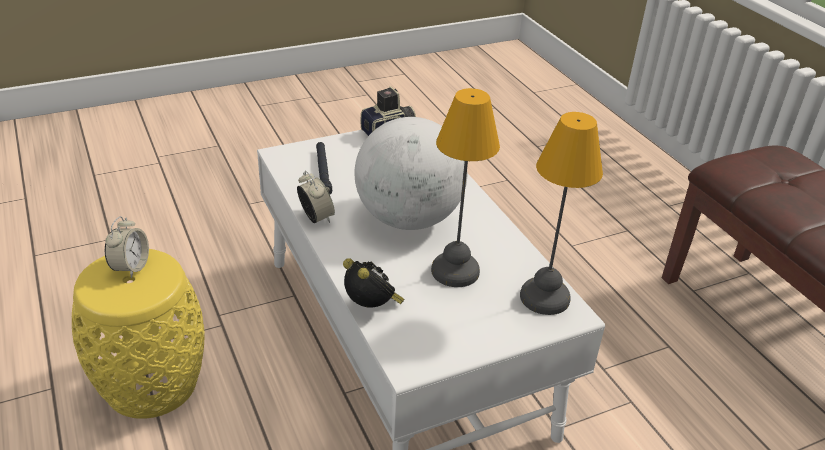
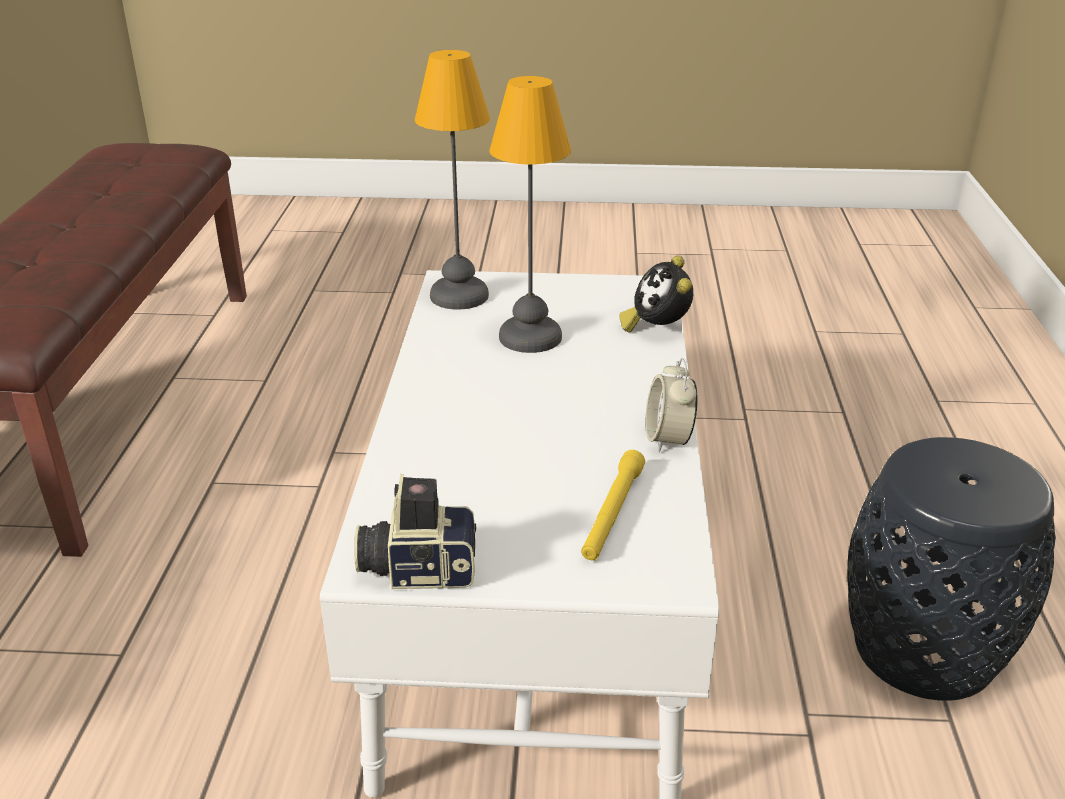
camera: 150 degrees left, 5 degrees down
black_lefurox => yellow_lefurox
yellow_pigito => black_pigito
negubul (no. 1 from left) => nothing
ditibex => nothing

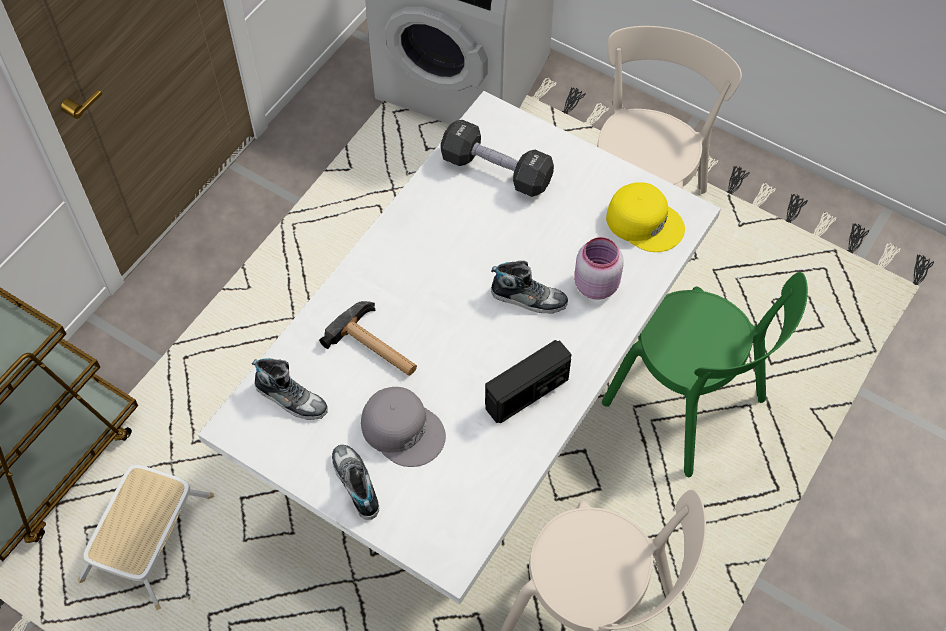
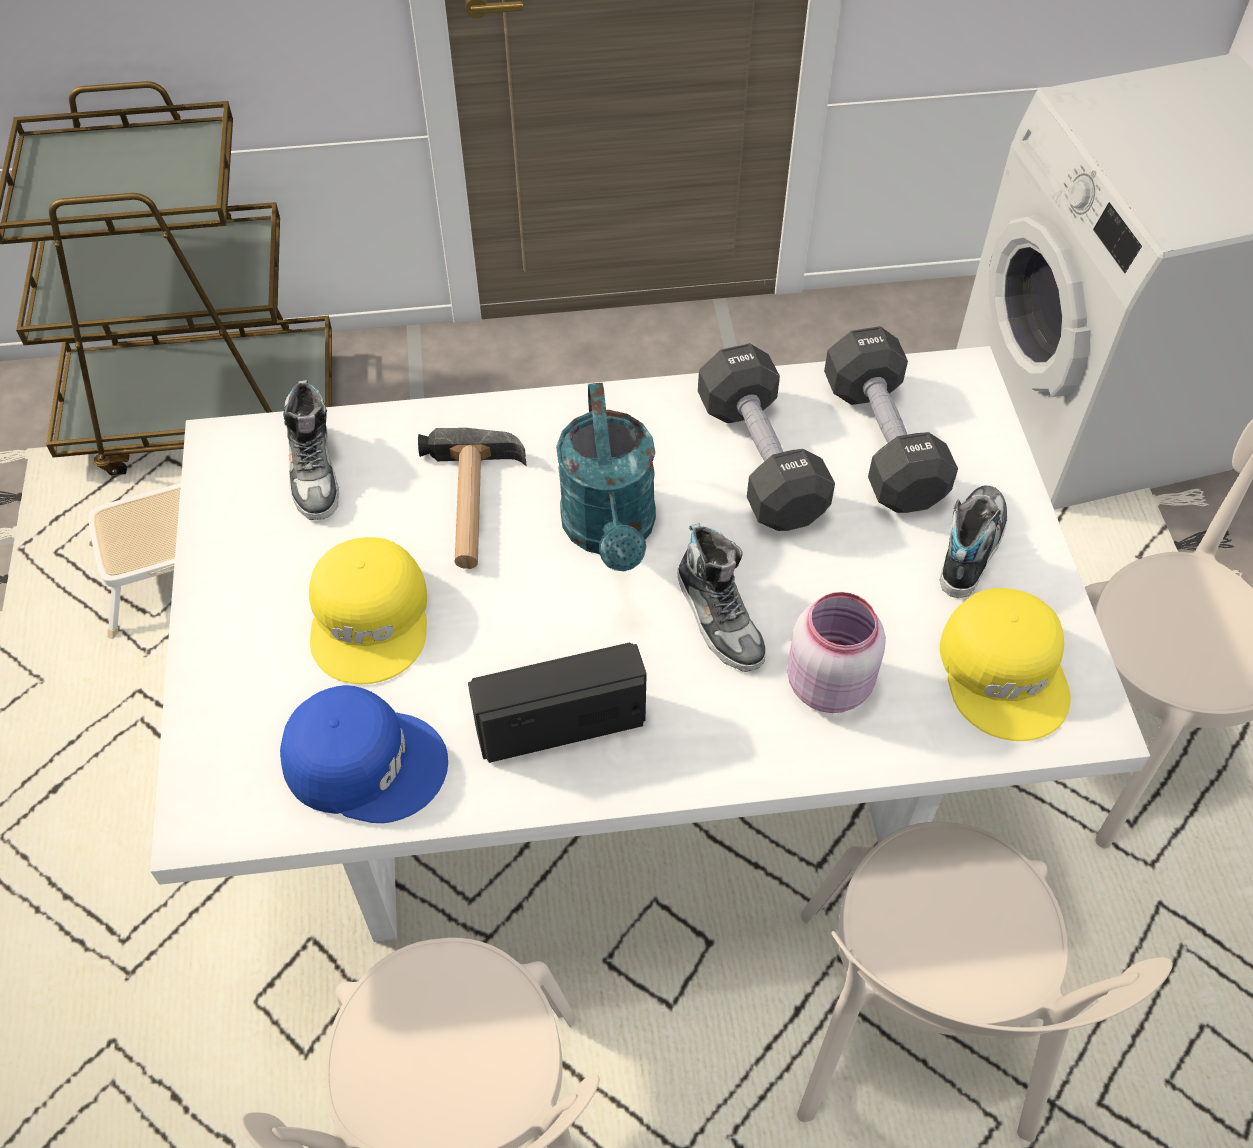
camera: 50 degrees right, 5 degrees down
nothing => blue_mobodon
grey_mobodon => yellow_mobodon (no. 1 from left)
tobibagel, 150 degrees clockwise
nothing => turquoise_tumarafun
nothing => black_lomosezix (no. 1 from left)
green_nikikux => beige_nikikux (no. 2 from left)
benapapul (no. 2 from left in the first image) => benapapul (no. 3 from left), relocated

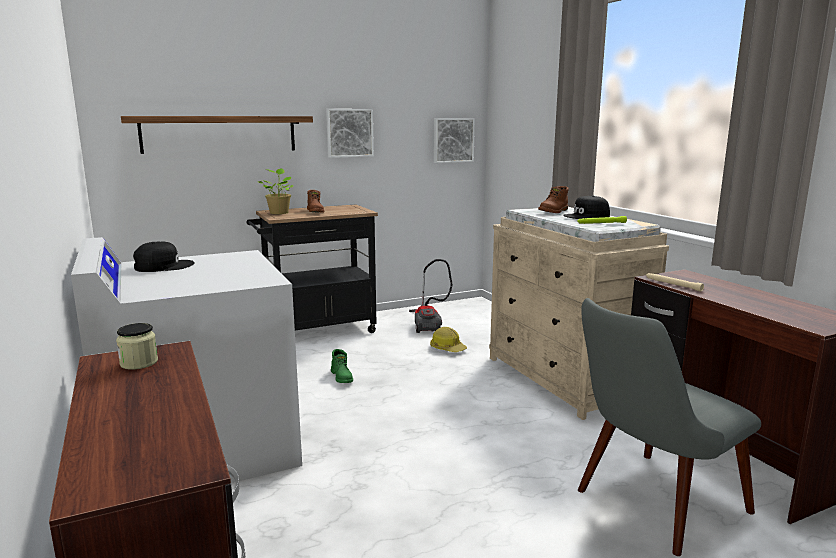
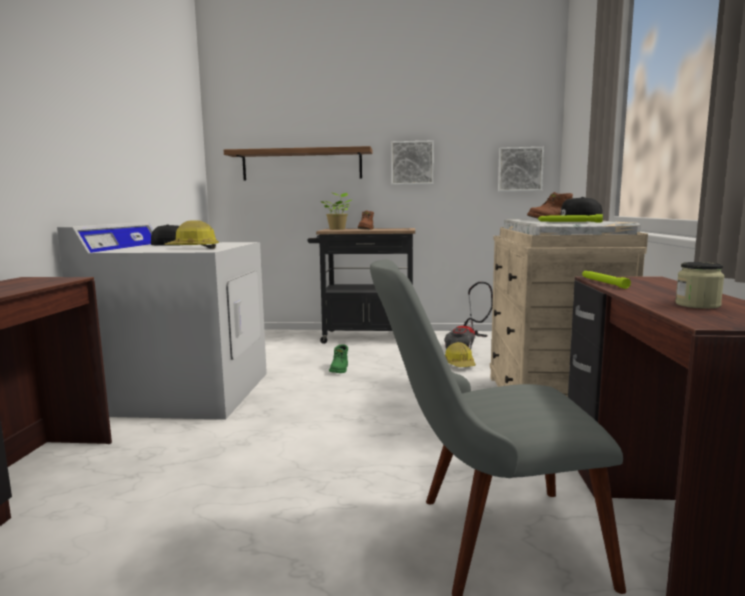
camera: 30 degrees right, 5 degrees down
nothing => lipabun (no. 1 from left)
beige_lefurox => green_lefurox (no. 2 from left)
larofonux, relocated

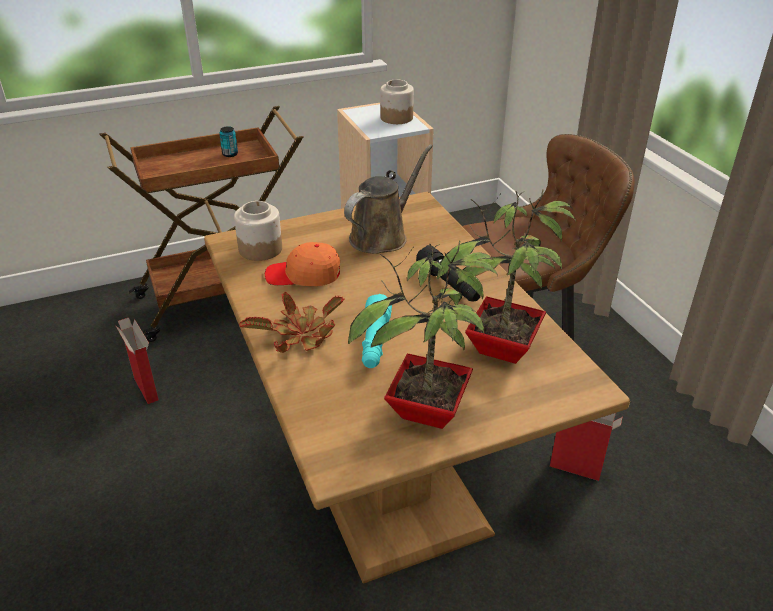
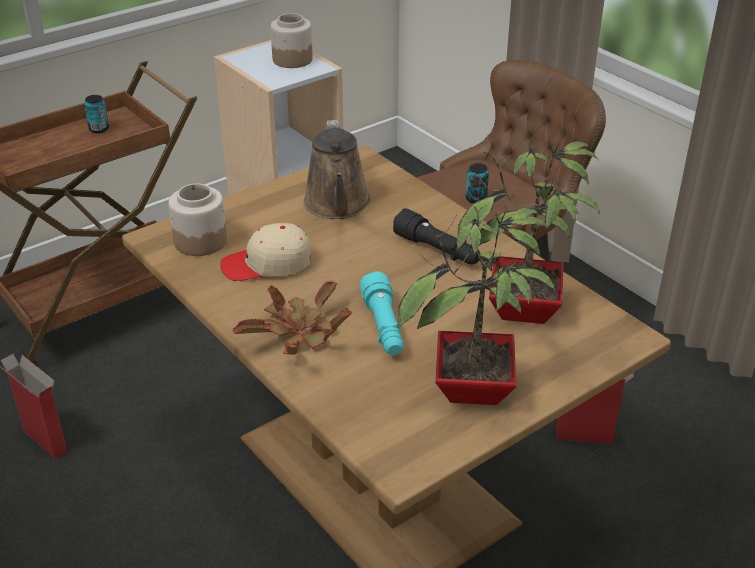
camera: 15 degrees left, 0 degrees up
orange_mobodon => beige_mobodon
brown_tumarafun, 150 degrees clockwise
nothing => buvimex (no. 2 from left)

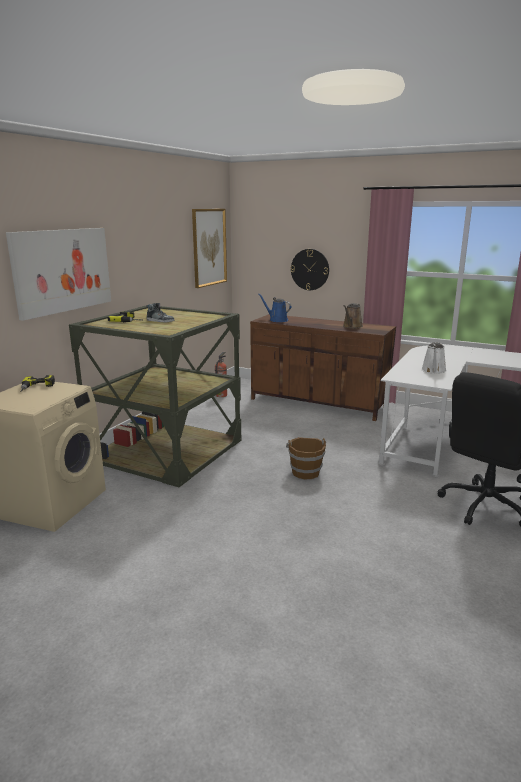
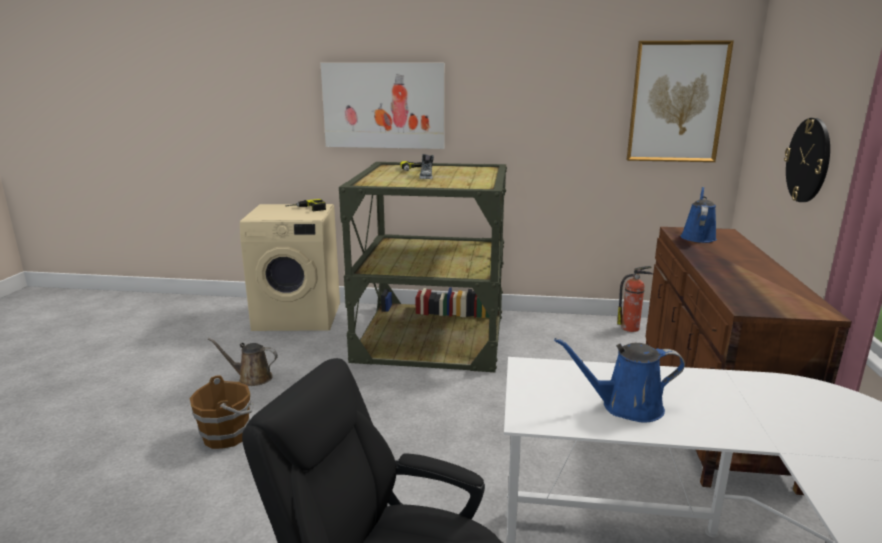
camera: 70 degrees right, 0 degrees up
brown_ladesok, relocated
brown_tumarafun, relocated
white_tumarafun => blue_tumarafun (no. 1 from left)

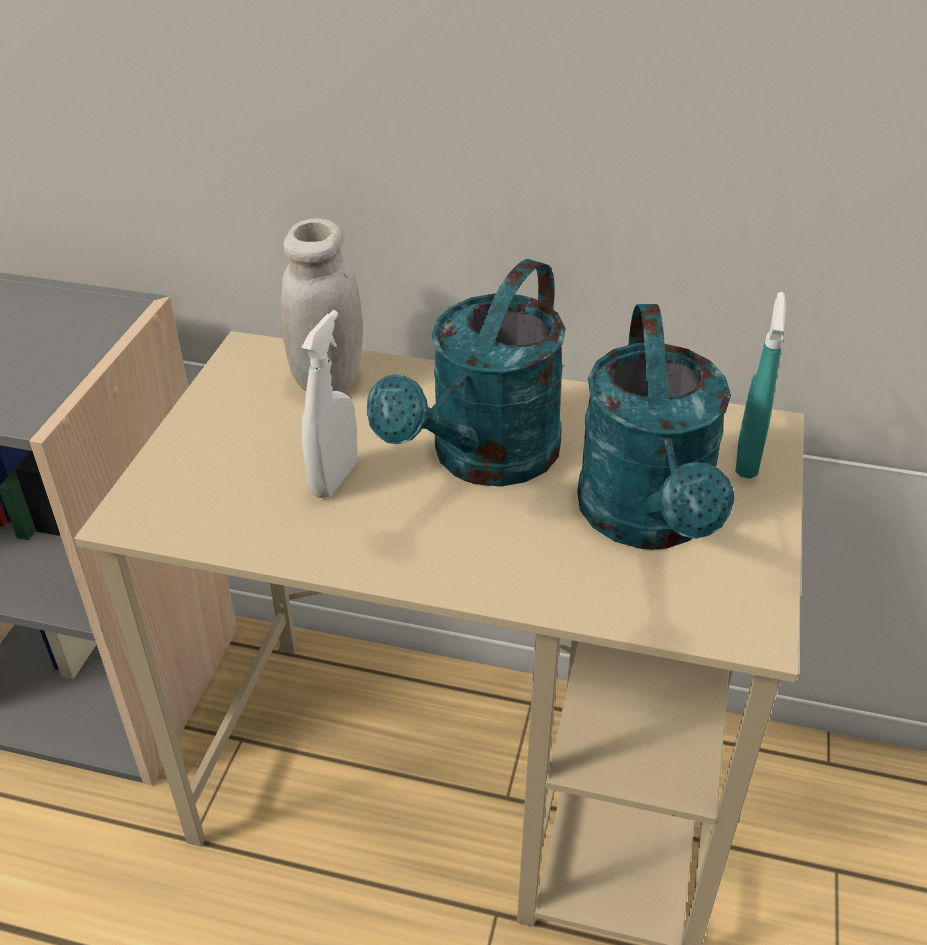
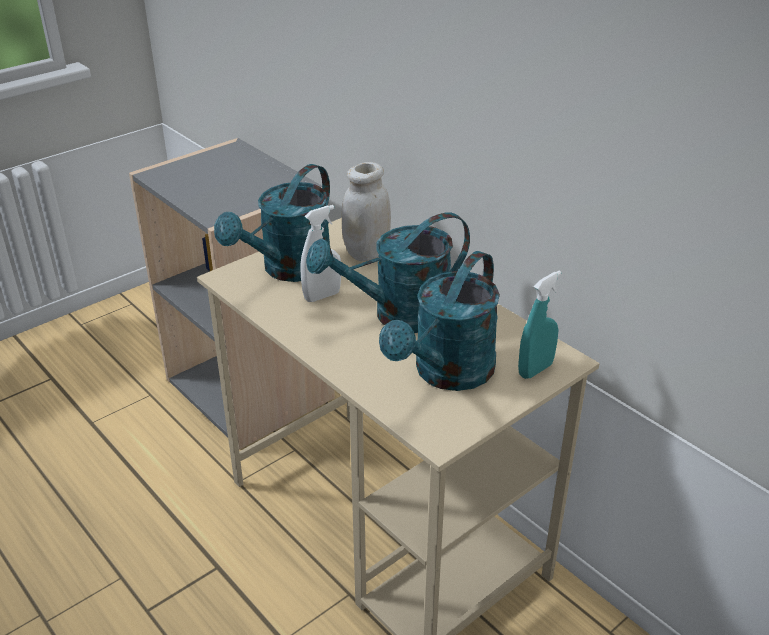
camera: 35 degrees right, 5 degrees down
nothing => turquoise_tumarafun (no. 1 from left)

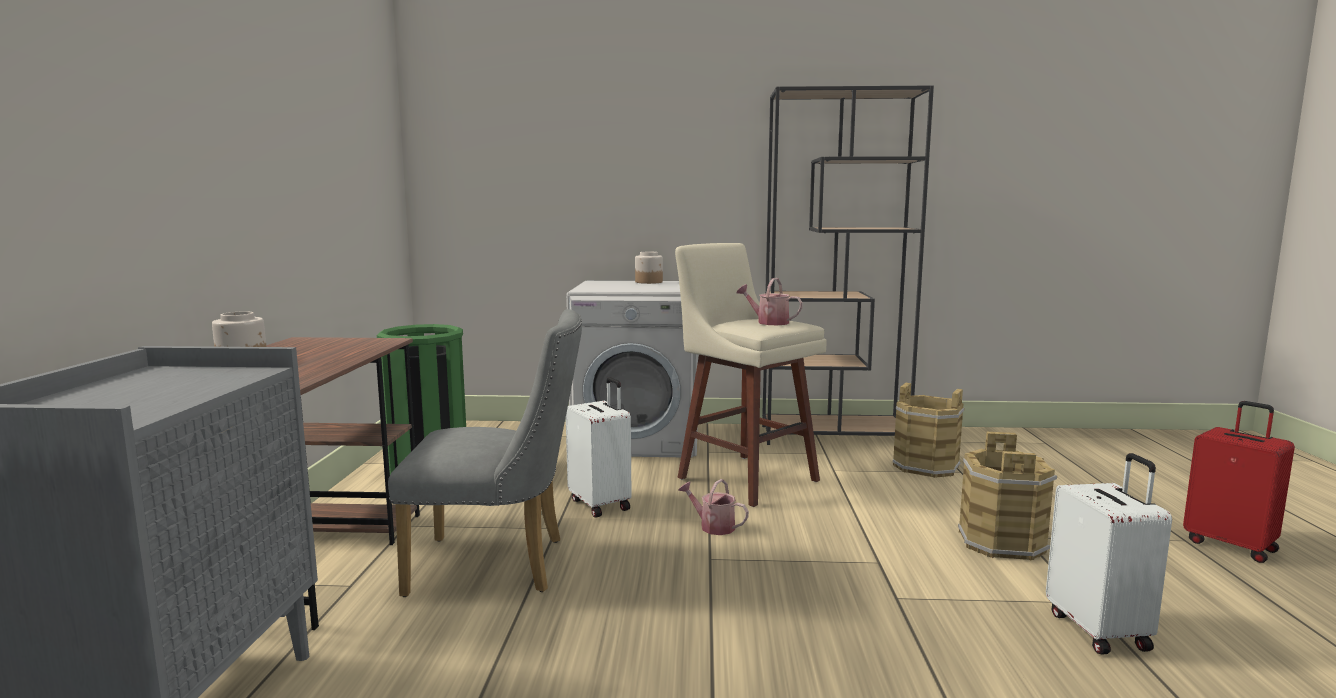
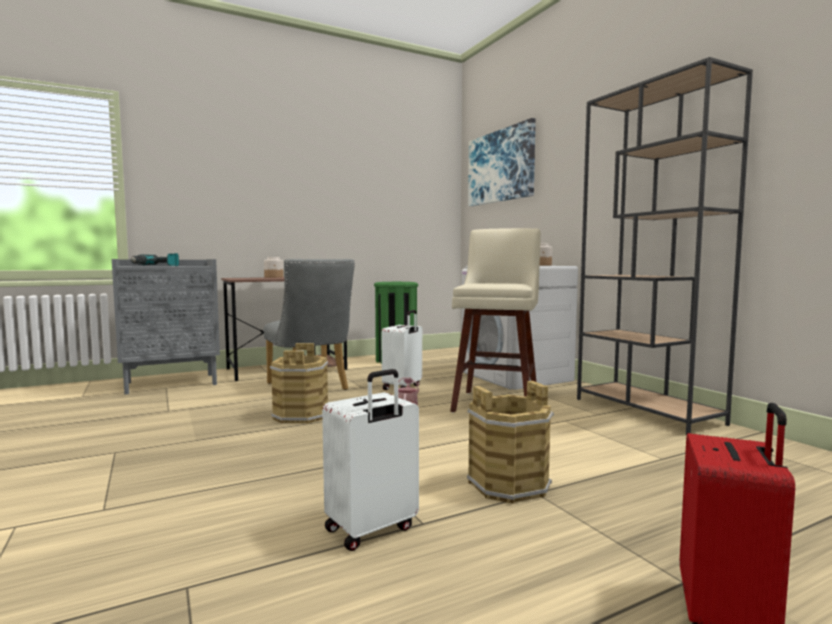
camera: 60 degrees right, 5 degrees down
nothing => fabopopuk
brown_ladesok (no. 1 from left), relocated
nothing => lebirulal
tumarafun (no. 2 from left) => nothing

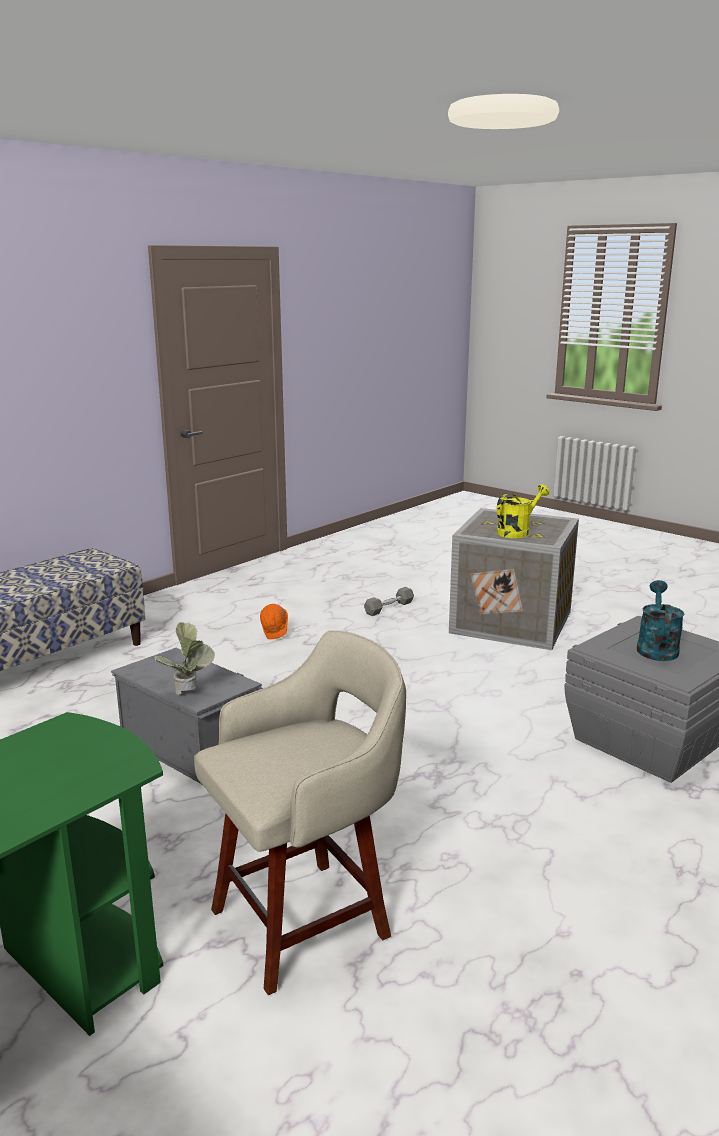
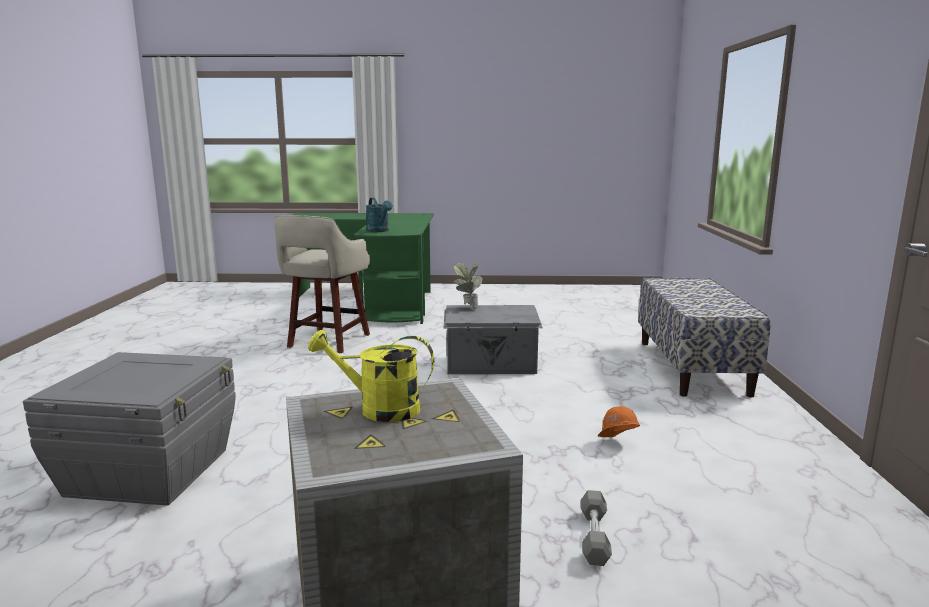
camera: 140 degrees right, 5 degrees down
yellow_tumarafun, 90 degrees clockwise
turquoise_tumarafun, relocated

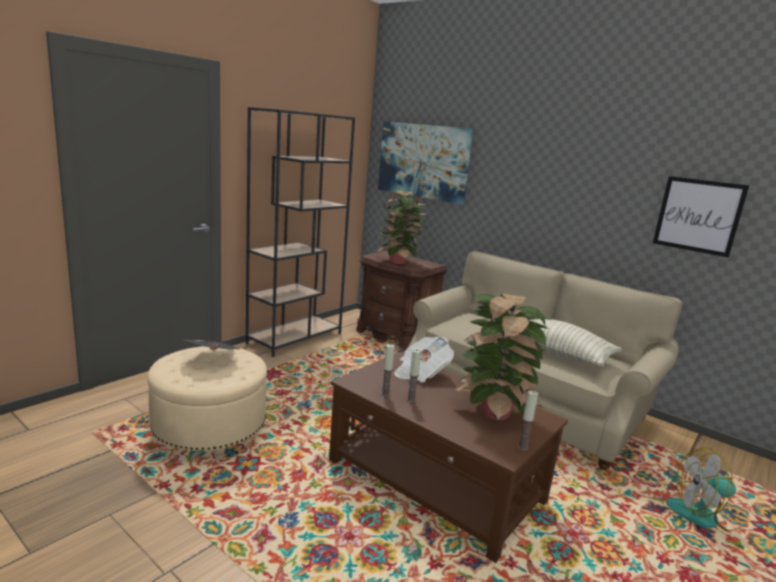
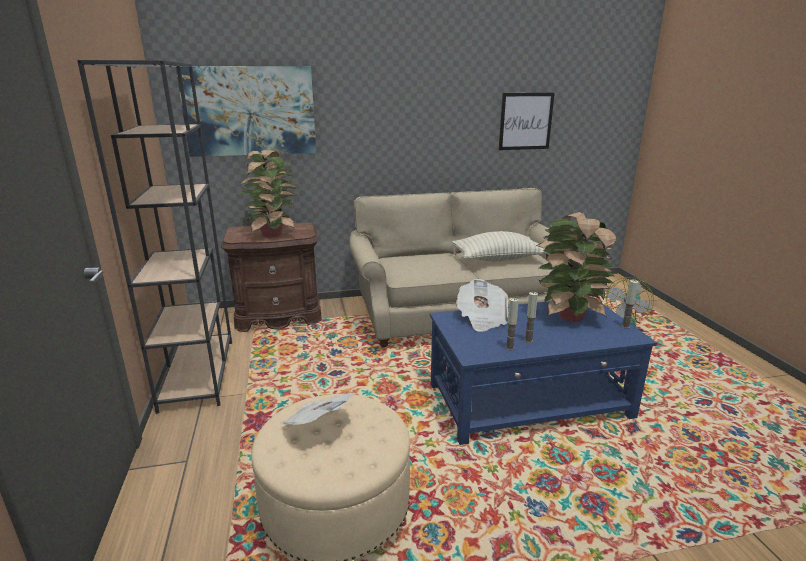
camera: 50 degrees left, 5 degrees up
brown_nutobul => blue_nutobul

